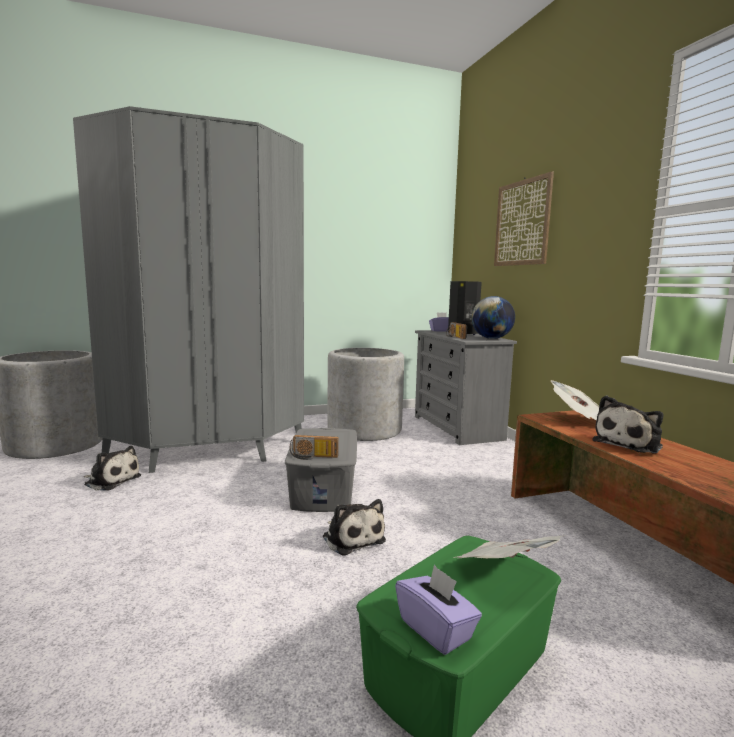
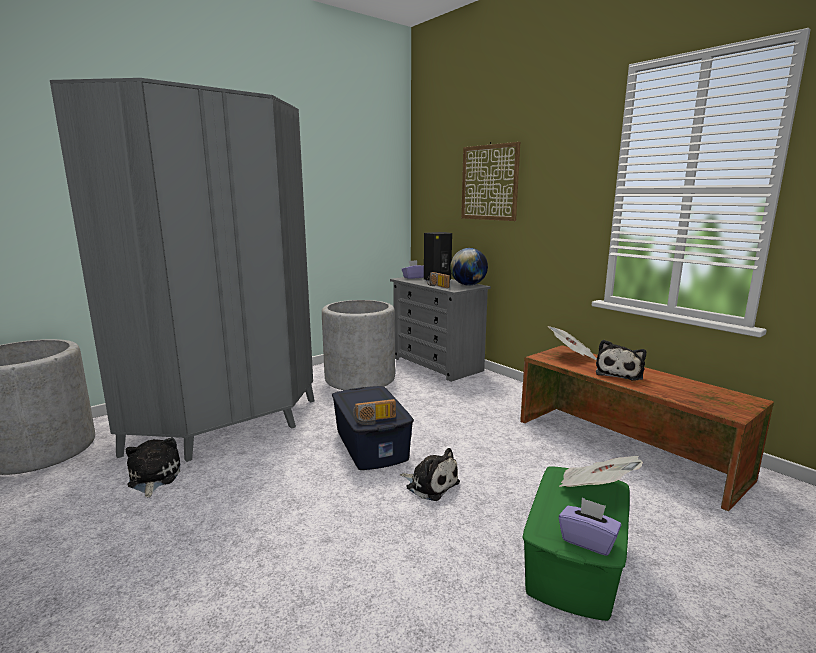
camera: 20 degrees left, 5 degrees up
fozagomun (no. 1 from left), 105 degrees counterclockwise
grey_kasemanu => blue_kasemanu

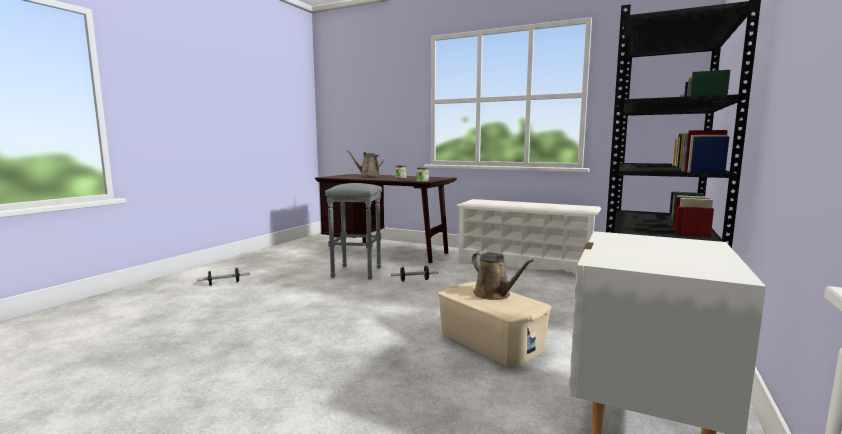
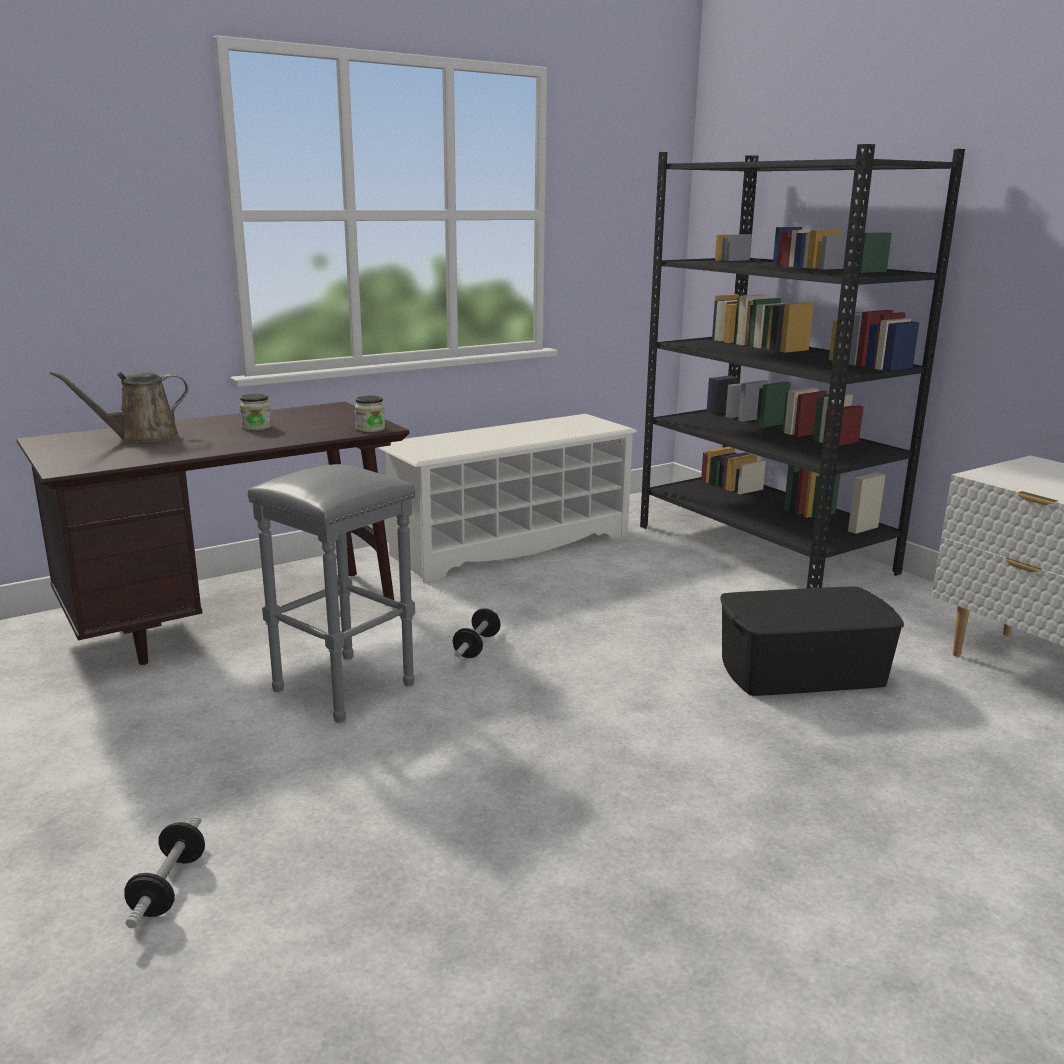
camera: 60 degrees left, 10 degrees up
beige_kasemanu => black_kasemanu
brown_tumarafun (no. 2 from left) => nothing

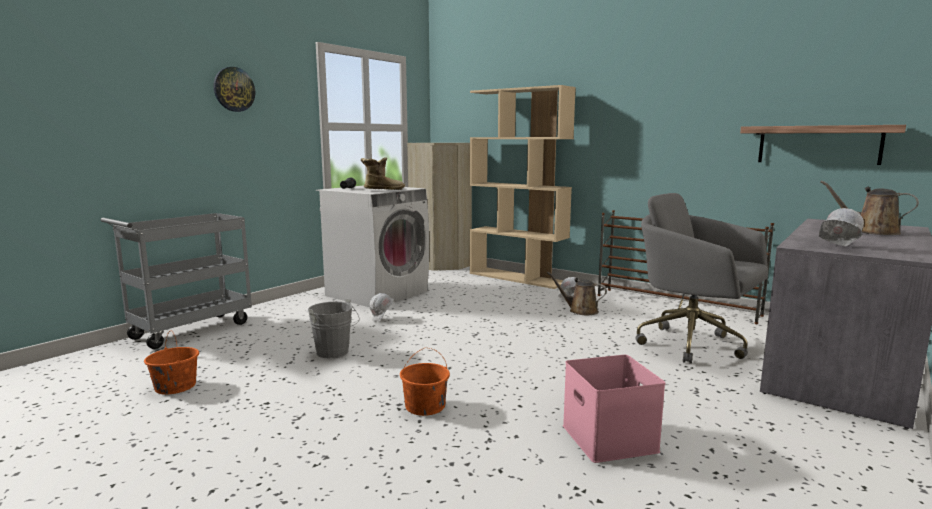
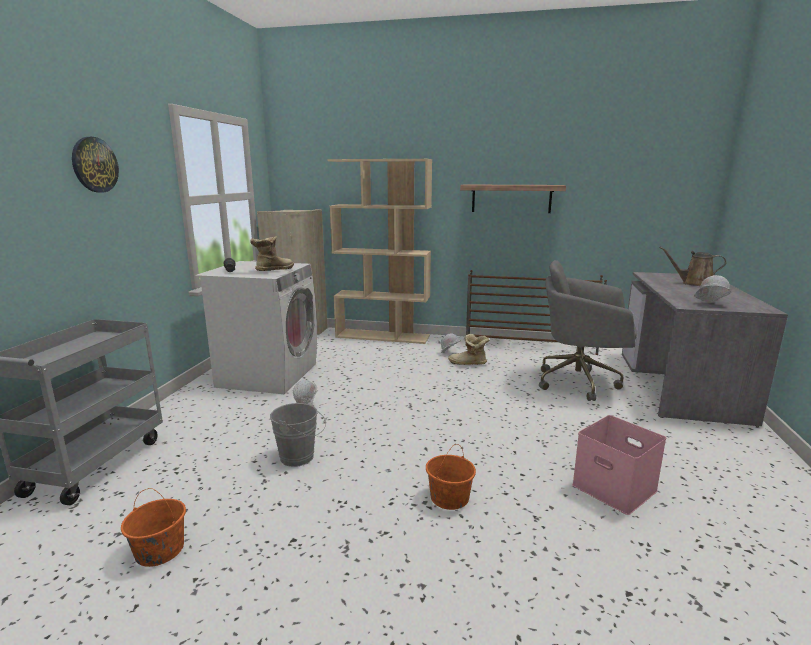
camera: 25 degrees left, 5 degrees up
brown_tumarafun (no. 1 from left) => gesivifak (no. 2 from left)
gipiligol, relocated

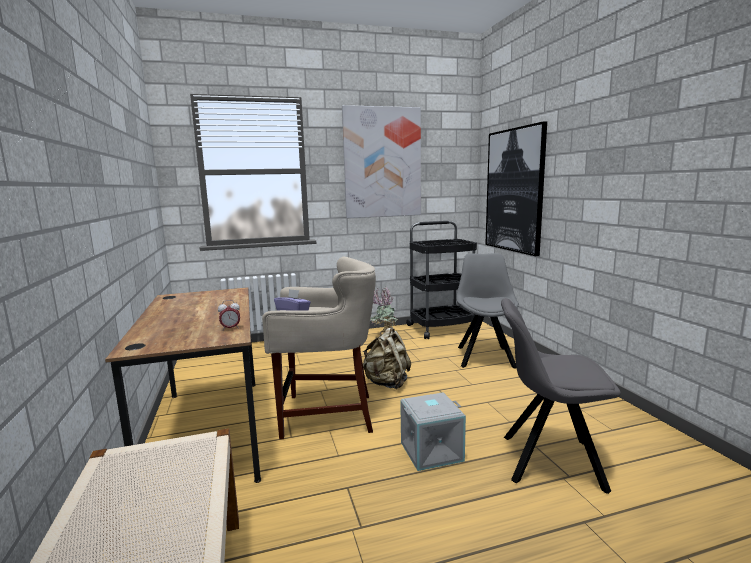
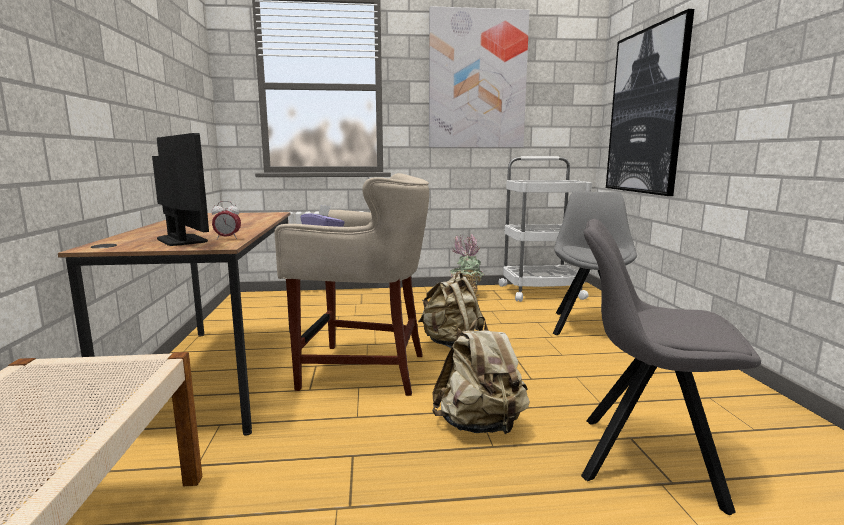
camera: 10 degrees right, 0 degrees up
nothing => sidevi
grey_kasemanu => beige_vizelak (no. 2 from left)
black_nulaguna => white_nulaguna

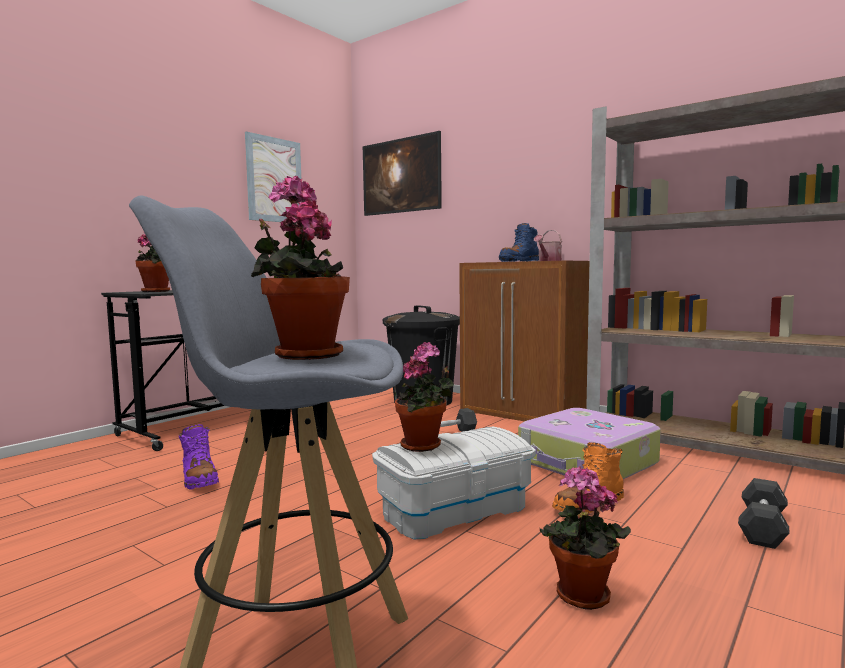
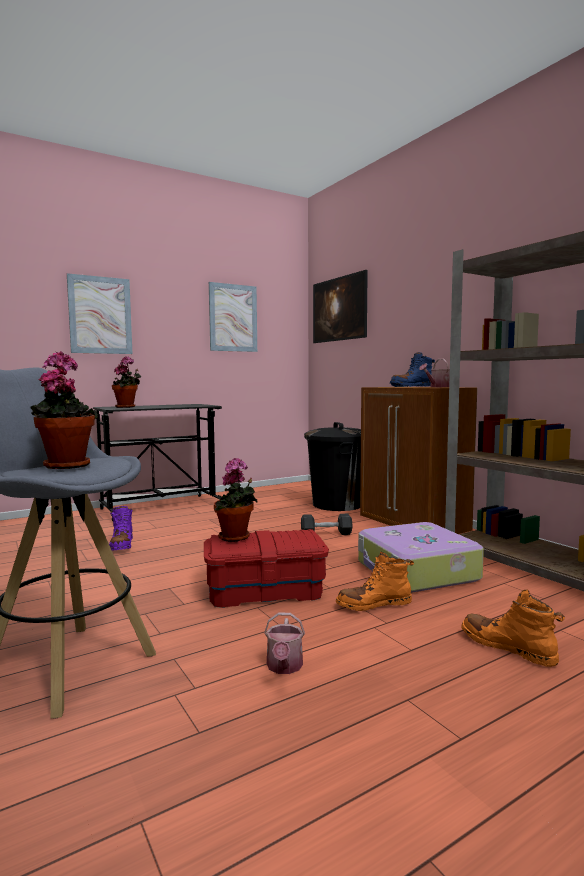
camera: 20 degrees right, 0 degrees up
nothing => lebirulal (no. 1 from left)
white_kasemanu => red_kasemanu
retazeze (no. 4 from left) => tumarafun (no. 1 from left)
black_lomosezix (no. 2 from left) => orange_gesivifak (no. 2 from left)

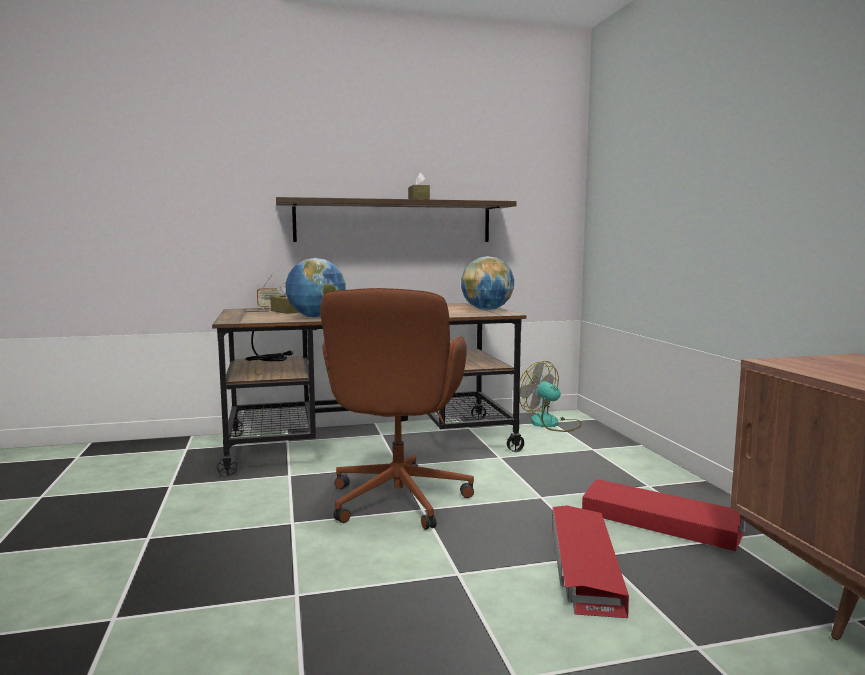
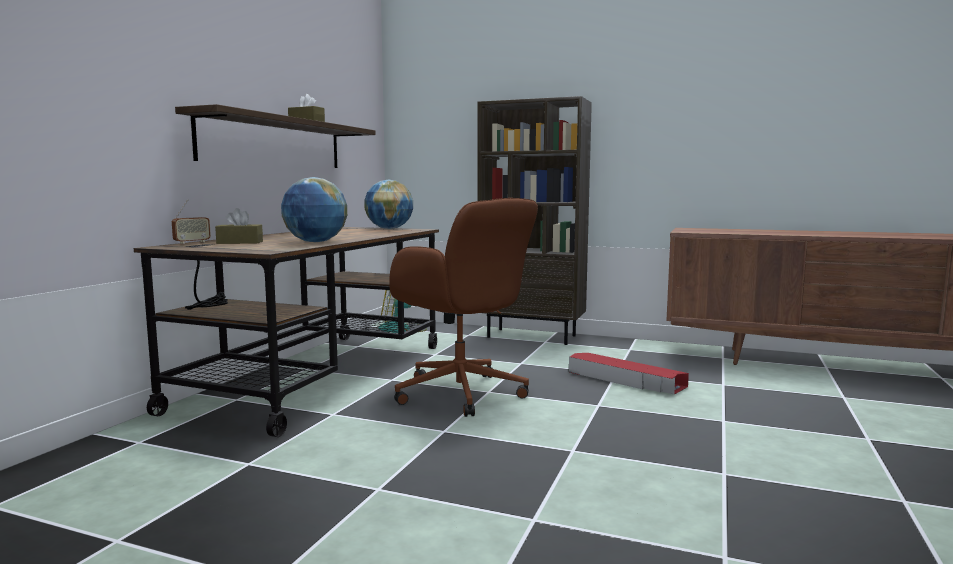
camera: 55 degrees left, 0 degrees up
nothing => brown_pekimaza
red_kasemanu (no. 2 from left) => nothing

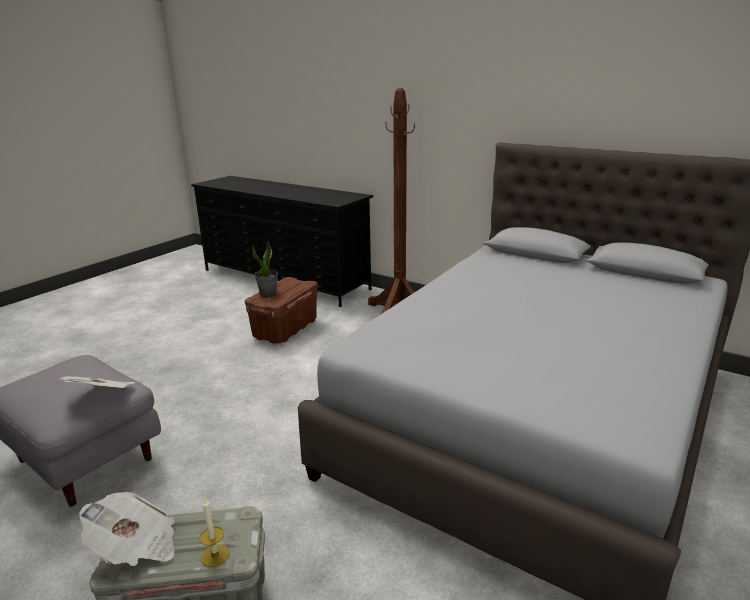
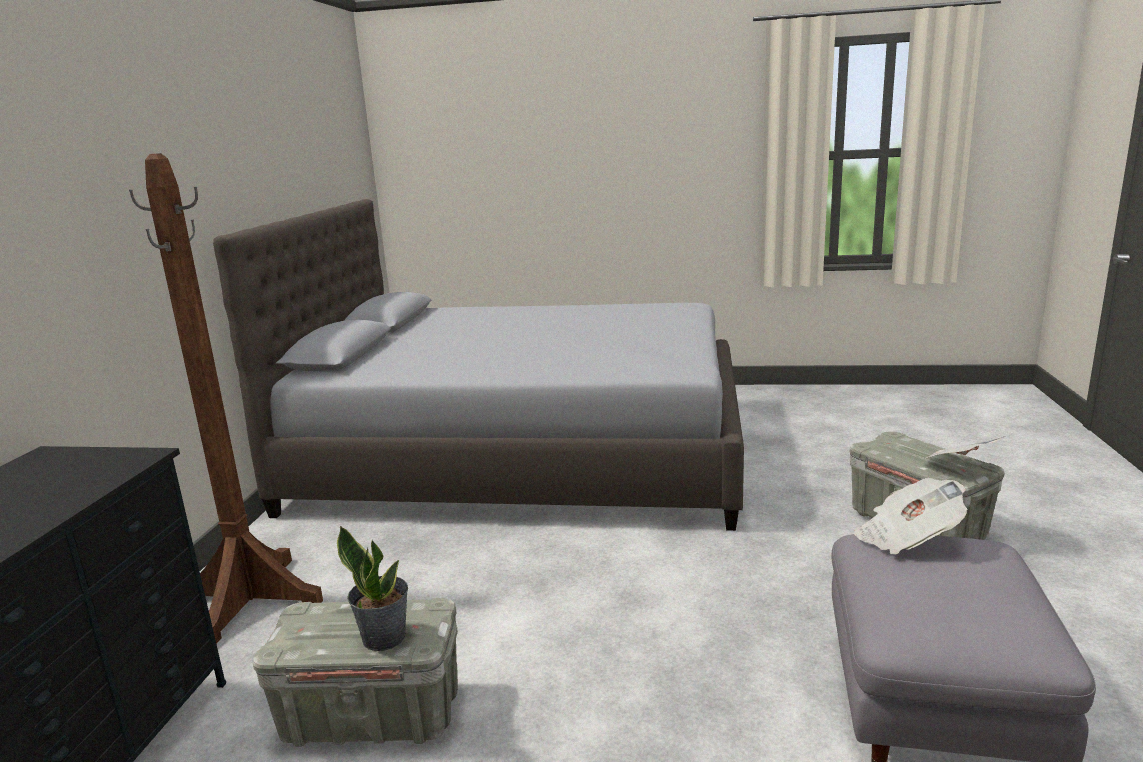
camera: 115 degrees left, 5 degrees down
brown_kasemanu => grey_kasemanu (no. 1 from left)
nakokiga => nothing

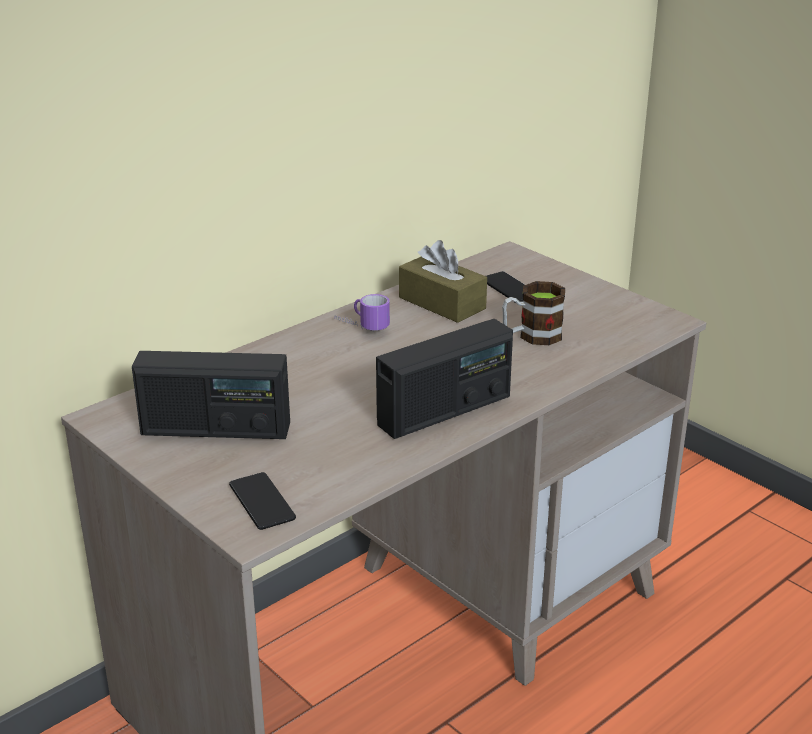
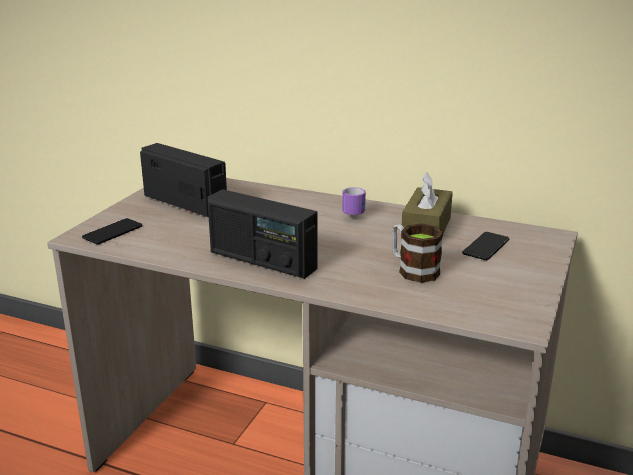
camera: 65 degrees right, 5 degrees down
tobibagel (no. 1 from left), 150 degrees clockwise

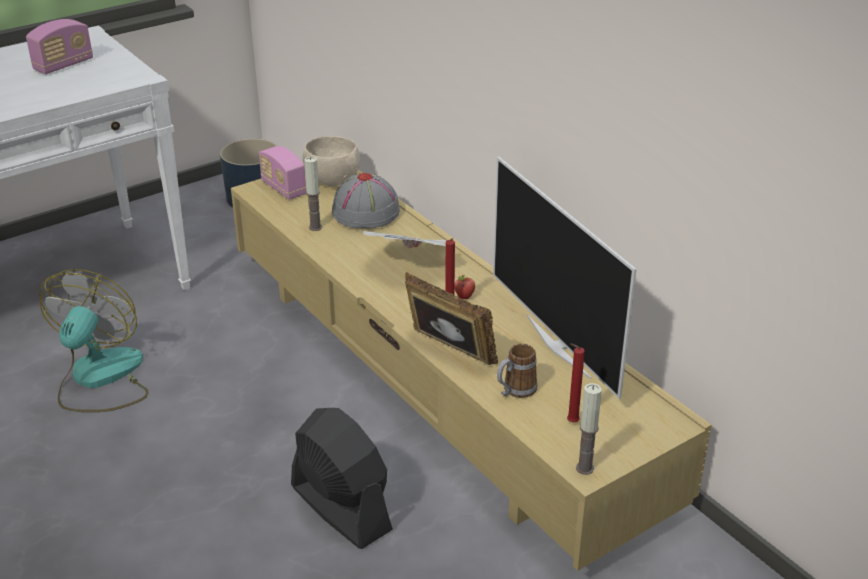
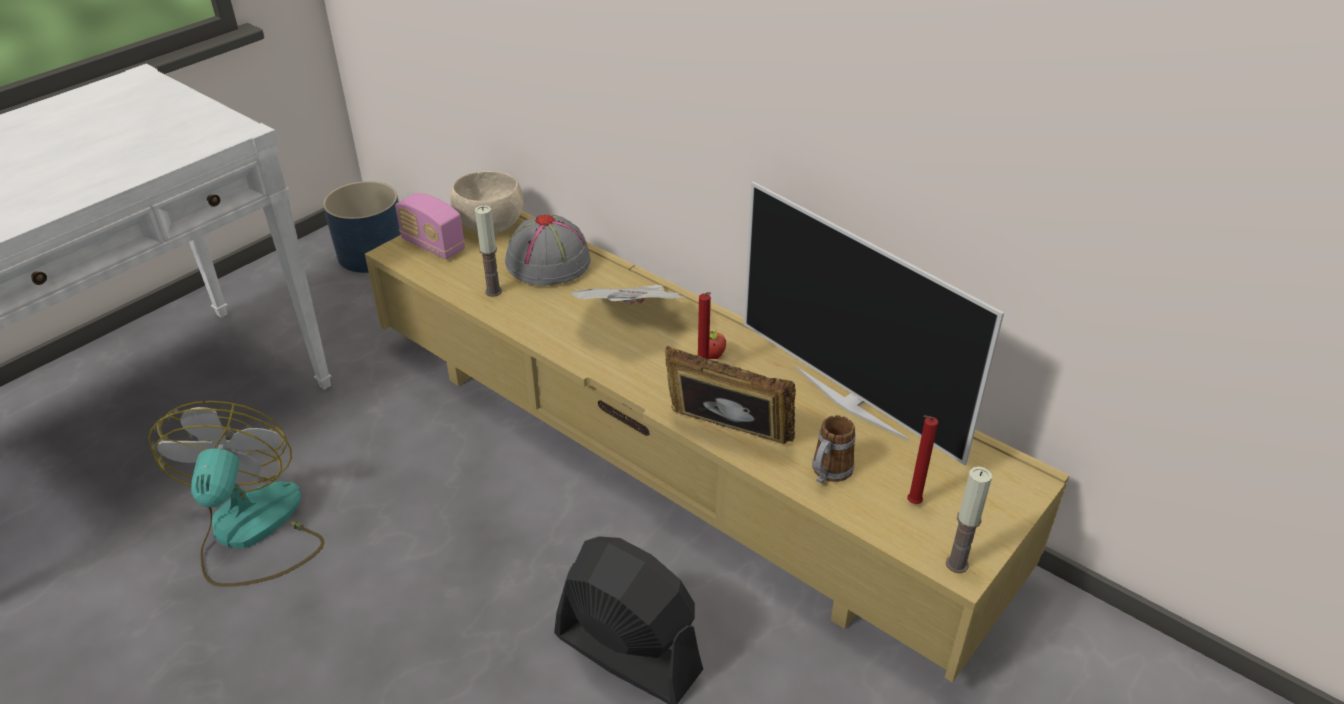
camera: 15 degrees left, 5 degrees up
tobibagel (no. 1 from left) => nothing

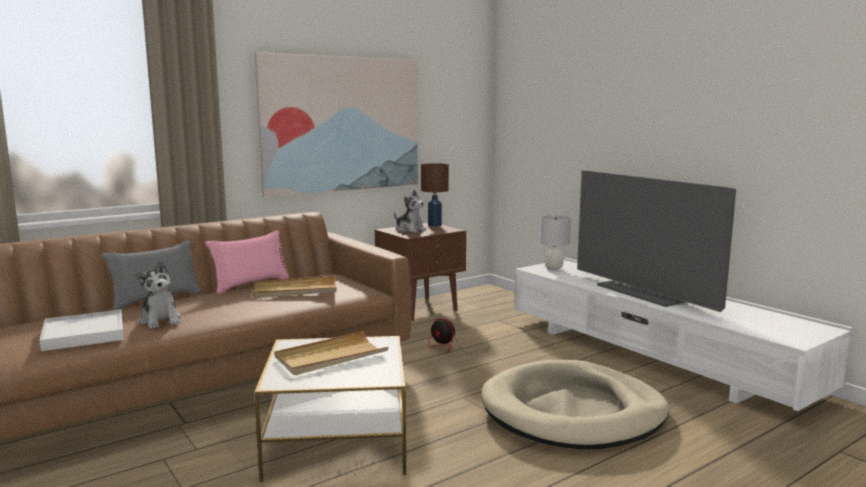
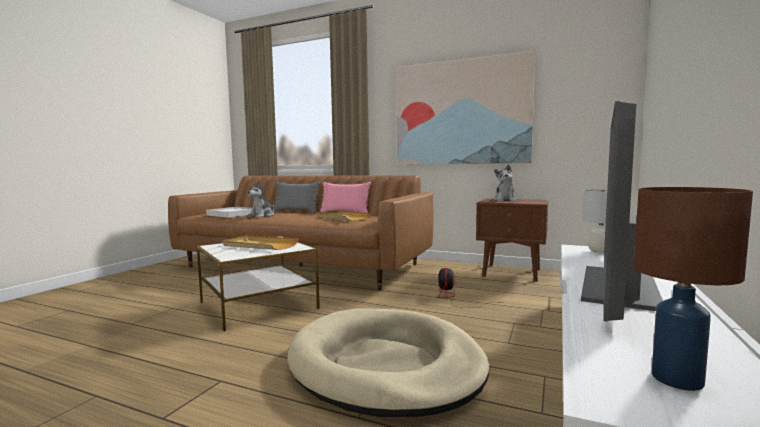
camera: 60 degrees right, 5 degrees down
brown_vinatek, relocated

